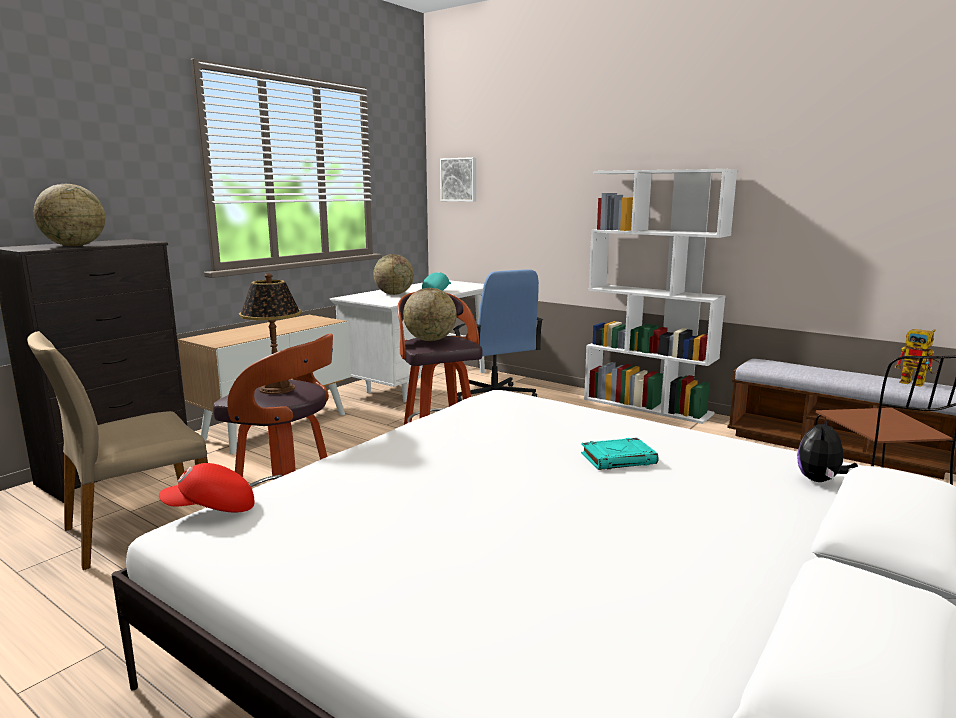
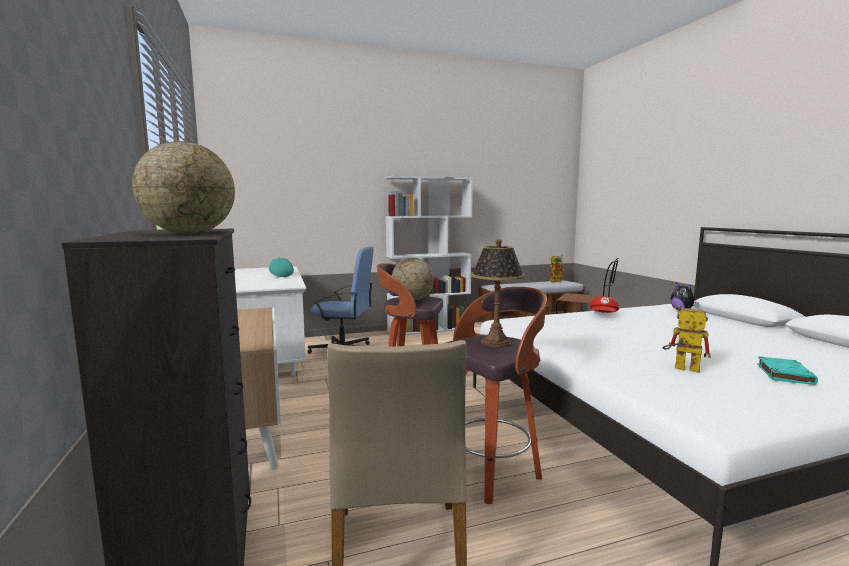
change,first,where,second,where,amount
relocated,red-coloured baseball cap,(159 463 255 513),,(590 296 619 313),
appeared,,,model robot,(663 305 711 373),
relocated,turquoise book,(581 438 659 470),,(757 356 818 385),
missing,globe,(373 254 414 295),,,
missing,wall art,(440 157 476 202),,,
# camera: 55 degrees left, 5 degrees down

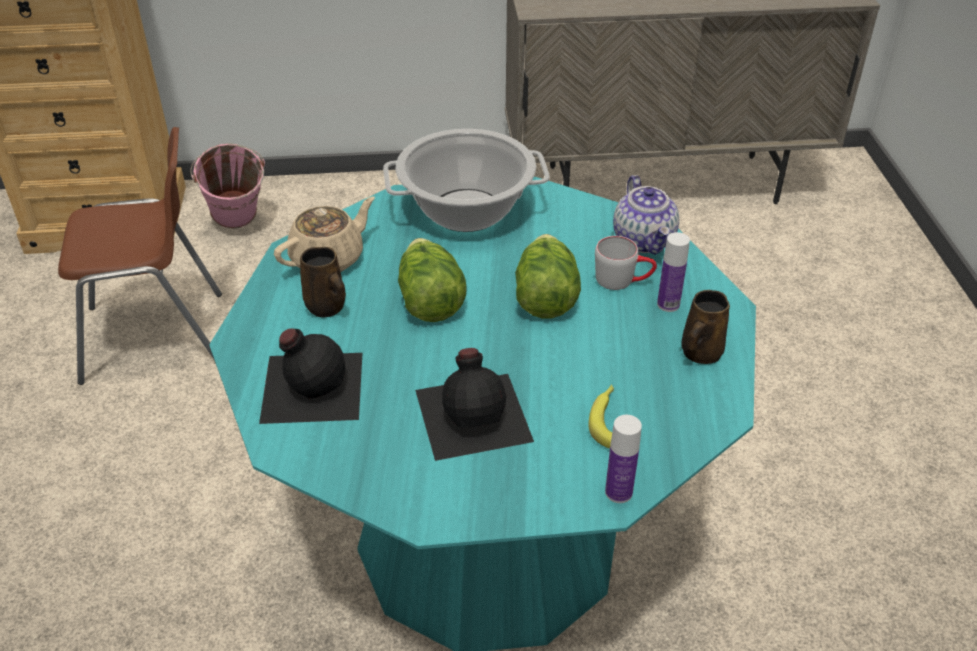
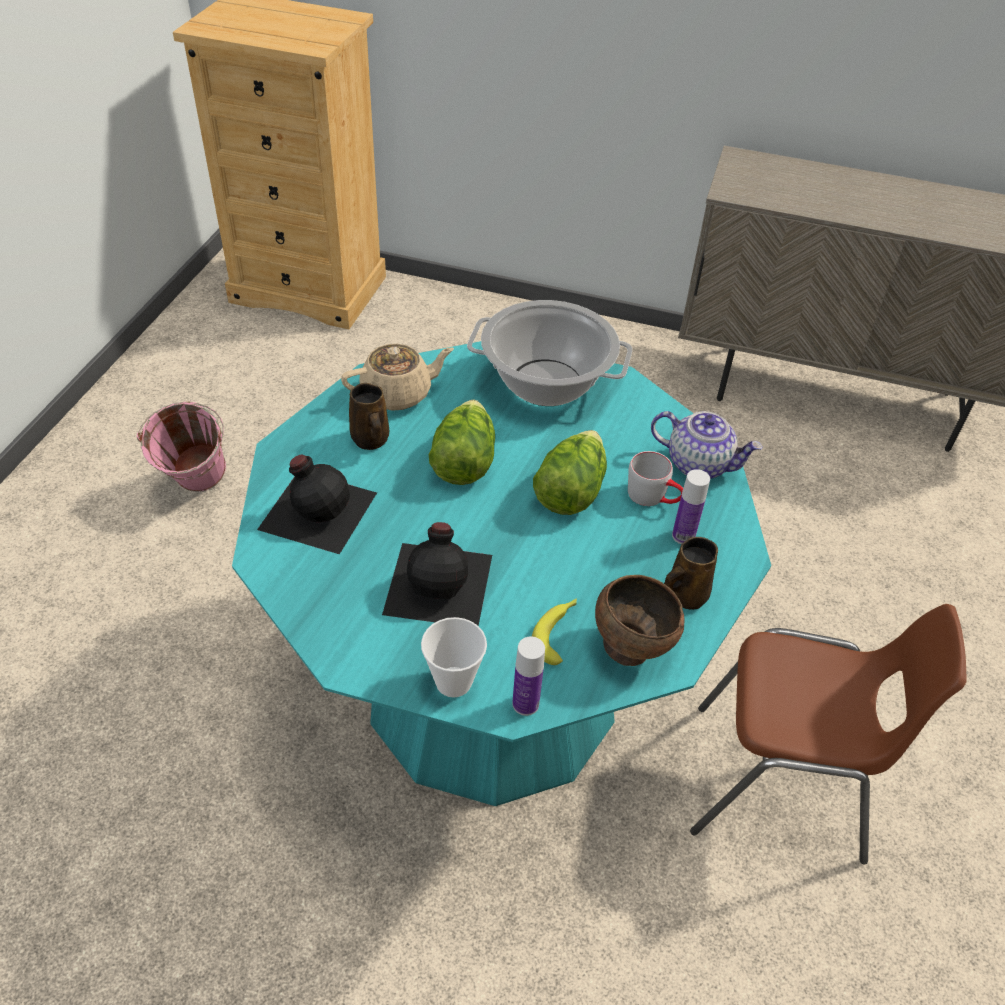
change,first,where,second,where,amount
relocated,pinkish bucket,(190 143 265 229),,(137 402 226 492),
appeared,,,drinking cup,(421 617 487 697),
appeared,,,brownish serving bowl,(595 575 685 666),
spun,pot for tea,(613 175 679 255),,(651 411 763 479),75 degrees counterclockwise
relocated,brownish chair,(58 127 222 385),,(690 604 967 865),
# camera: 20 degrees right, 5 degrees up

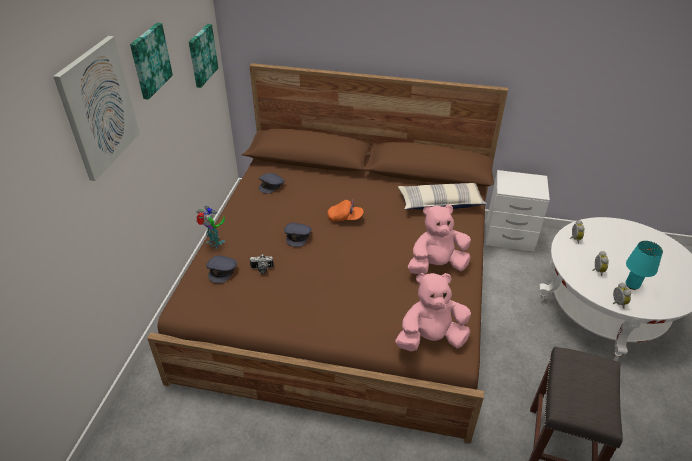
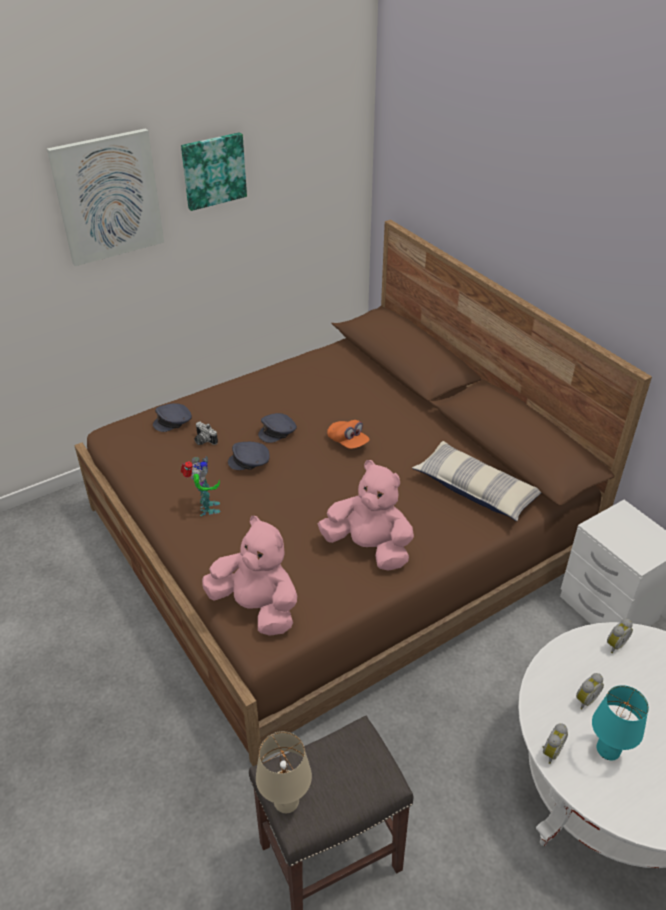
change,first,where,second,where,amount
relocated,model robot,(196 206 225 249),,(181 456 220 516),
relocated,greyish baseball cap,(258 173 285 194),,(228 442 270 470),
appeared,,,beige-coloured table lamp,(256 731 312 813),
missing,wall art,(189 24 218 88),,,
# camera: 45 degrees right, 0 degrees up

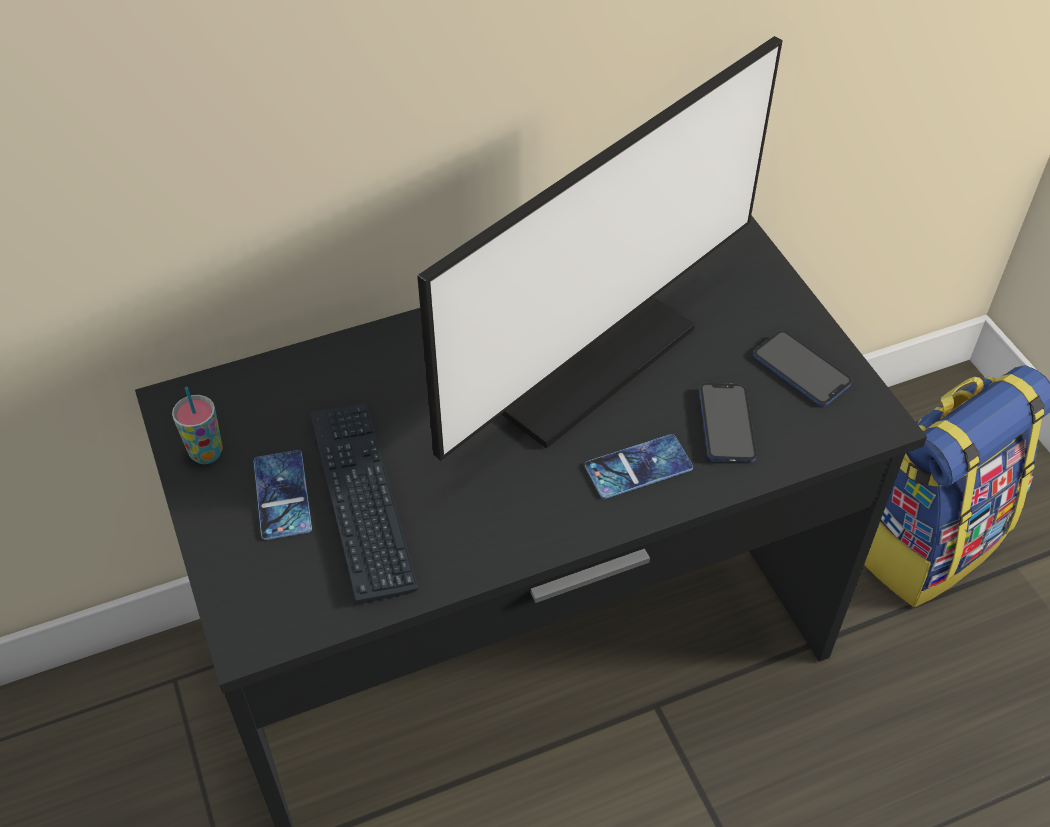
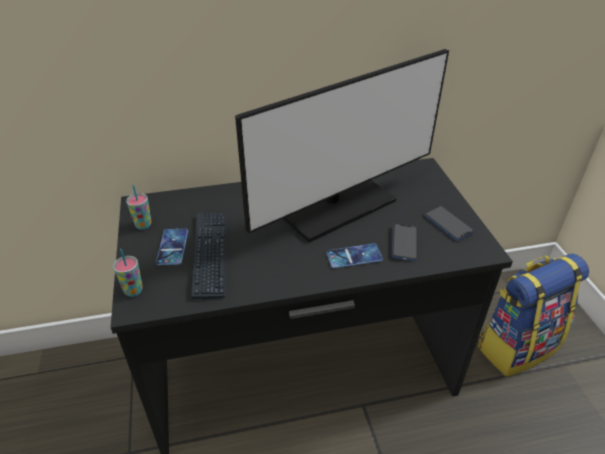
change,first,where,second,where,amount
appeared,,,drinking cup,(113 249 143 297),
# camera: 10 degrees right, 10 degrees down

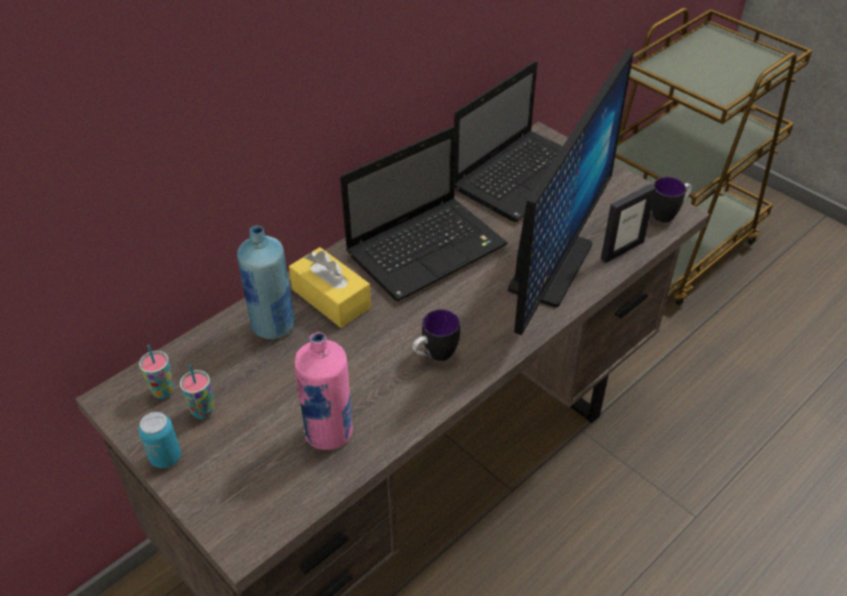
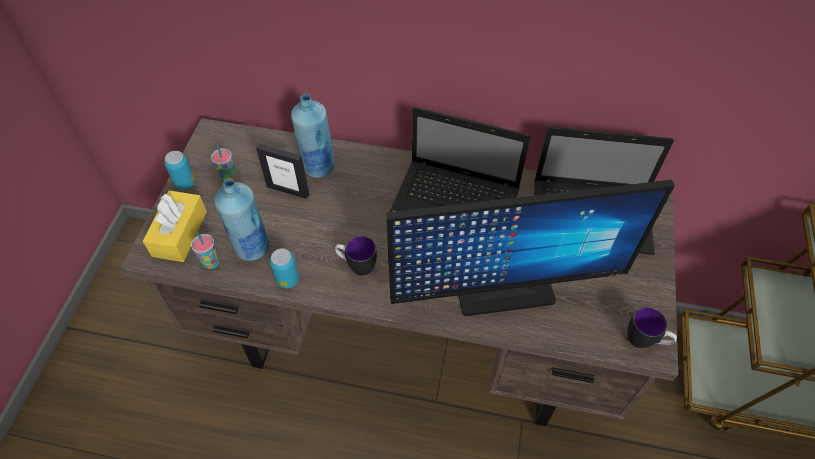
change,first,where,second,where,amount
relocated,yellow-coloured box of tissues,(289 247 371 328),,(143 190 207 262),
relocated,drinking cup,(139 345 175 399),,(191 232 220 269),
colour,pinkish bottle,(295 332 353 450),blue bottle,(214 178 269 261),
relocated,picture frame,(601 184 656 263),,(256 144 309 199),
appeared,,,metal can,(270 248 299 288),
# camera: 55 degrees right, 10 degrees up

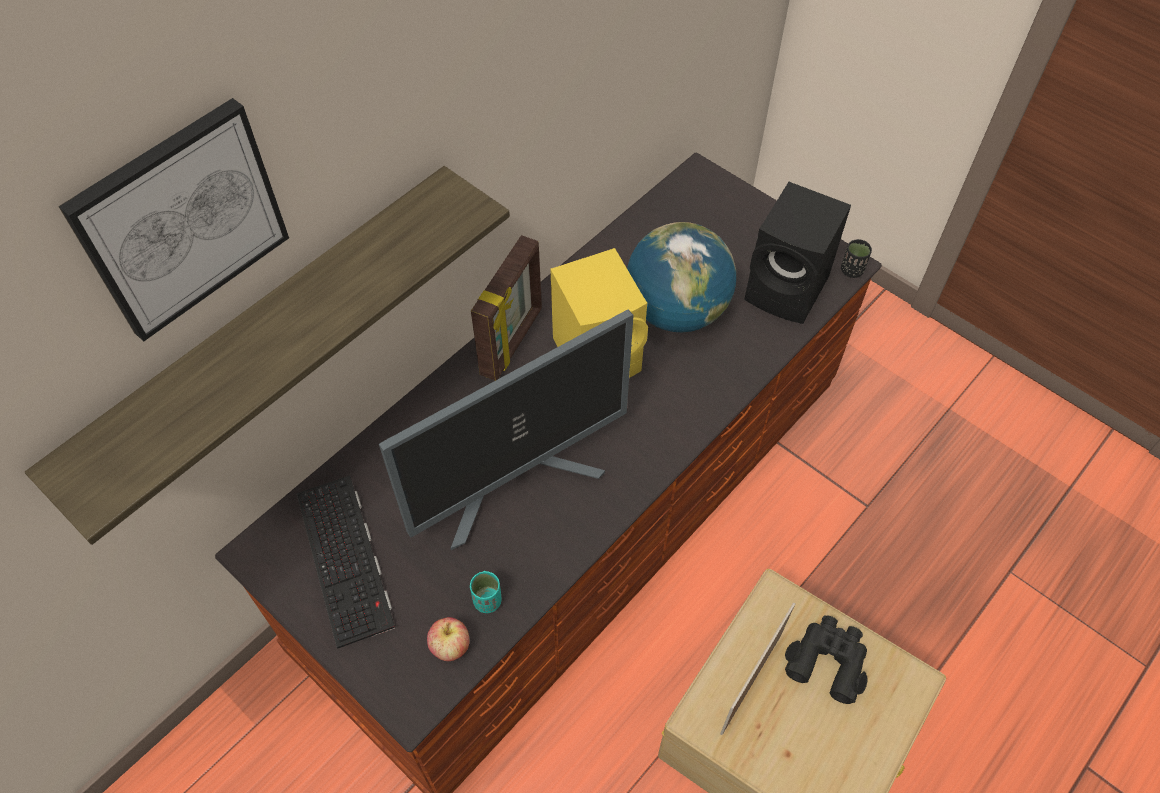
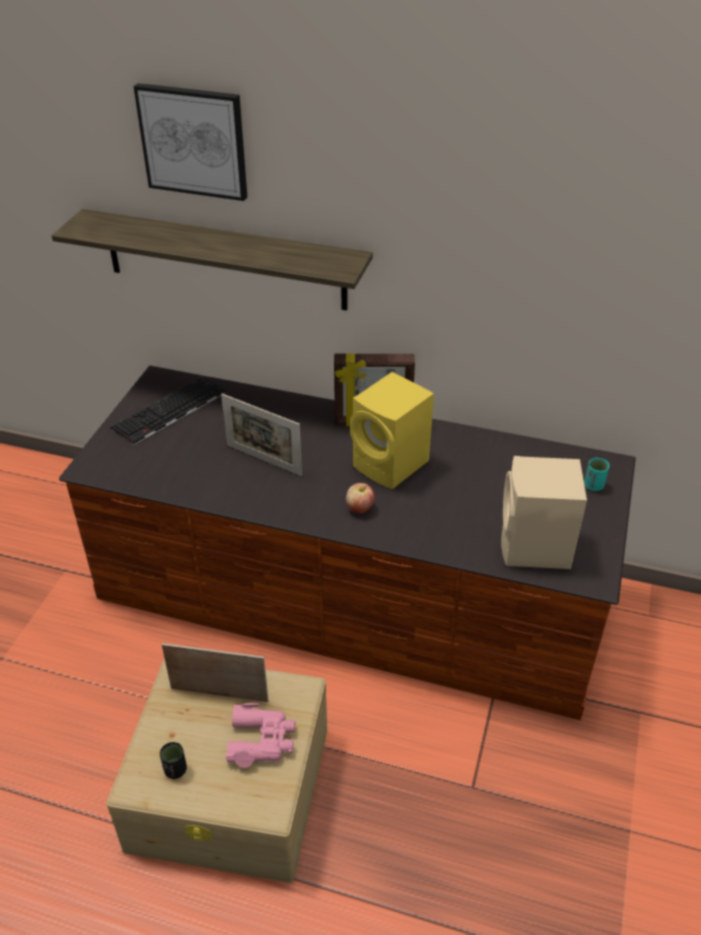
change,first,where,second,where,amount
relocated,black-coloured drinking cup,(841 239 872 278),,(160 742 187 779),
exchanged,monitor,(379 309 634 550),picture frame,(221 394 302 476),
colour,black-coloured field glasses,(785 615 867 704),pinkish field glasses,(226 703 295 768),
relocated,whole apple,(427 617 469 661),,(346 483 375 514),
colour,black-coloured audio speaker,(744 182 851 324),beige-coloured audio speaker,(501 456 587 569),
relocated,turquoise drinking cup,(470 571 502 613),,(584 458 609 491),
missing,globe,(627 222 736 332),,,
# camera: 65 degrees right, 15 degrees down

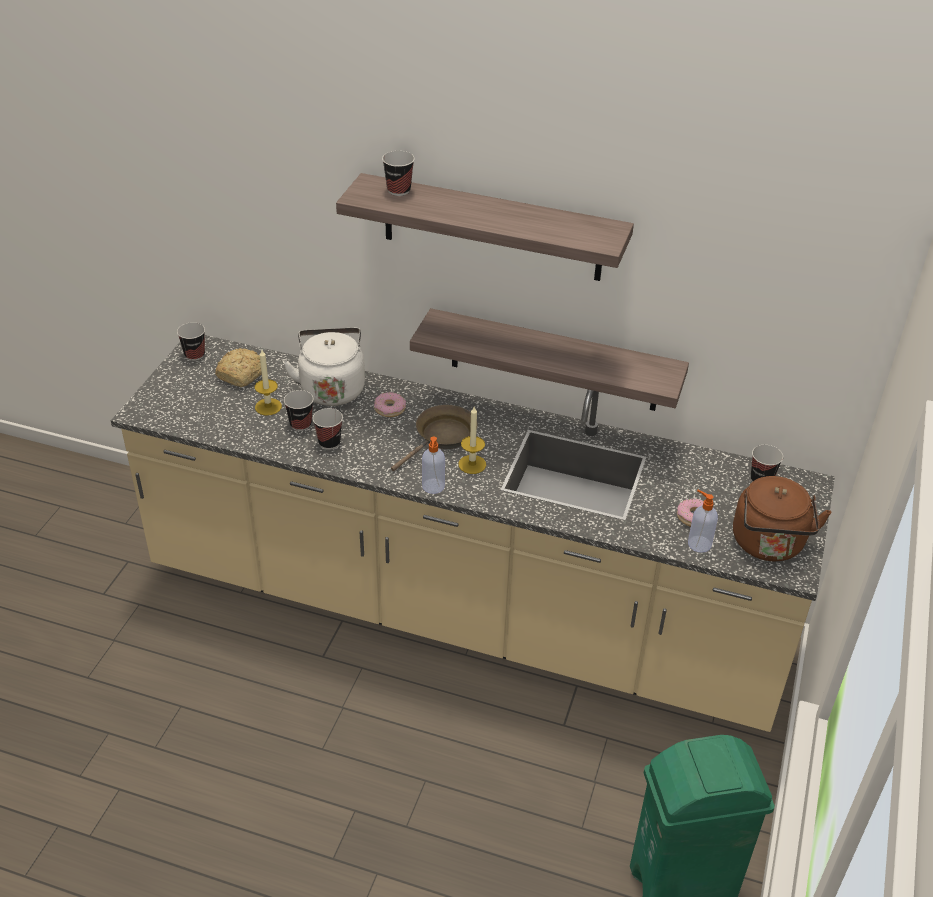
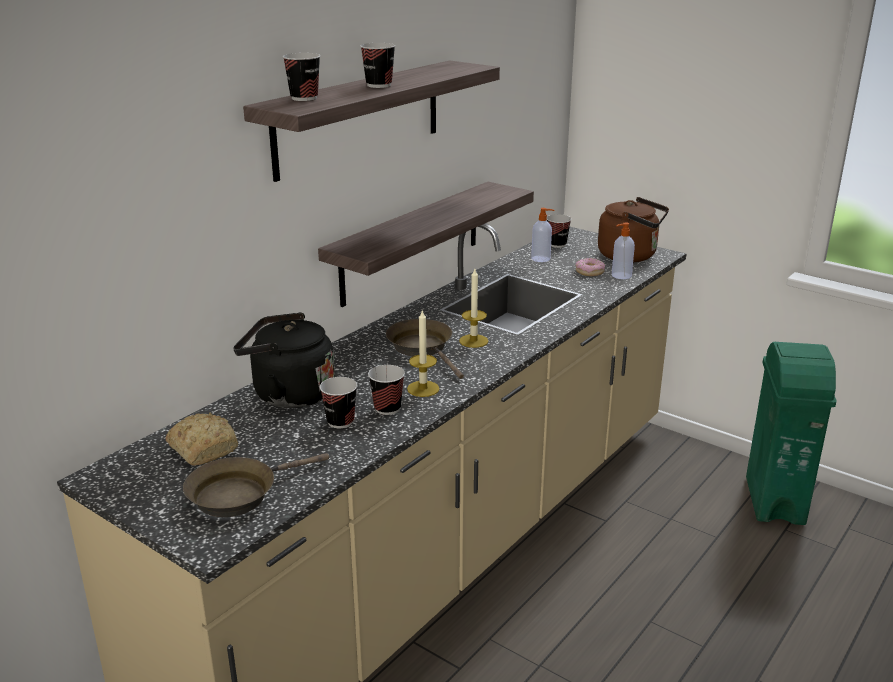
change,first,where,second,where,amount
appeared,,,brownish frying pan,(183 453 329 517),
colour,whitish kettle,(283 328 365 406),black-coloured kettle,(233 312 335 408),
relocated,drinking cup,(177 322 205 361),,(360 43 395 88),
relocated,wax light,(255 350 282 416),,(407 309 439 397),
relocated,soap dispenser,(422 437 445 494),,(531 208 554 262),
missing,ring doughnut,(374 392 406 417),,,
# camera: 70 degrees left, 15 degrees down

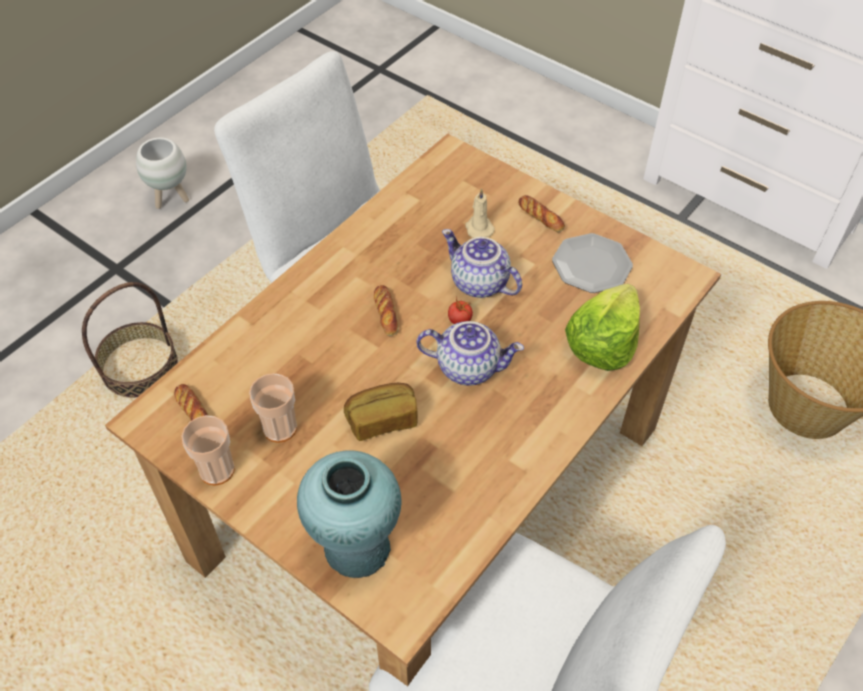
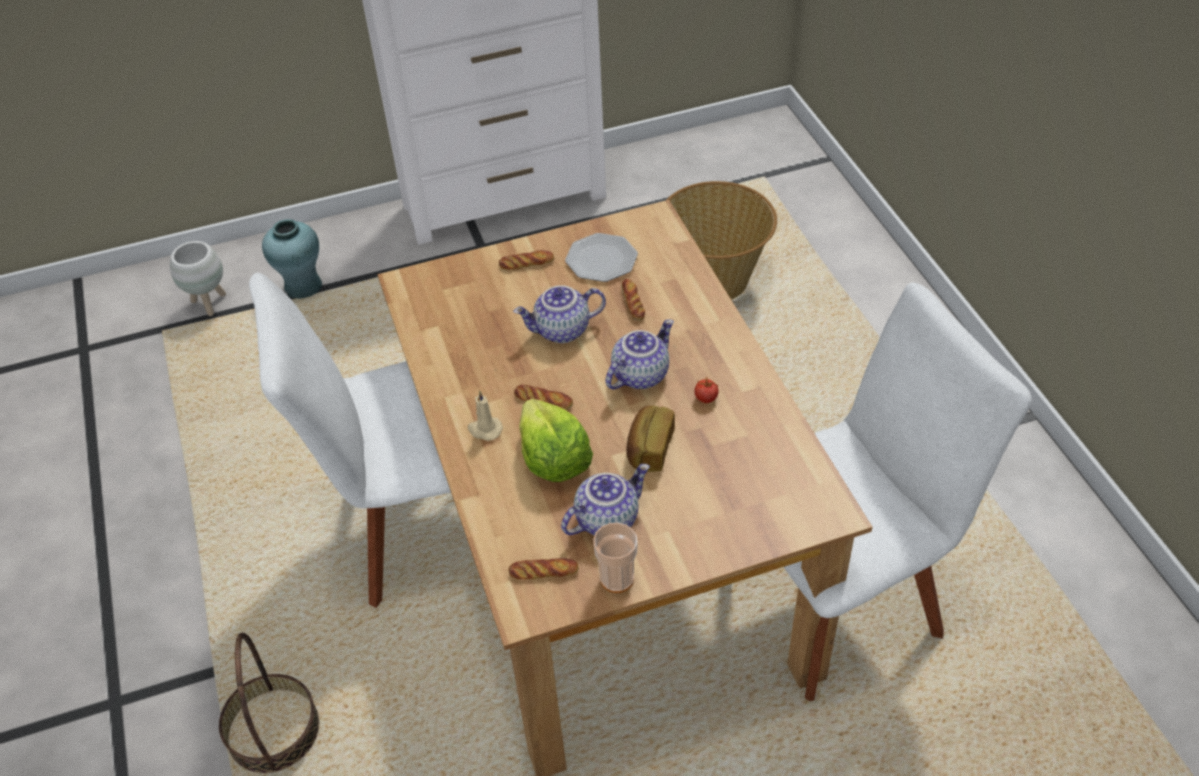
change,first,where,second,where,amount
relocated,whitish plant pot,(136 137 189 209),,(170 241 226 316),
relocated,turquoise vase,(297 450 401 578),,(262 219 322 299),
relocated,beige-coloured wax light,(466 188 495 238),,(468 391 503 441),
relocated,lettuce,(565 284 640 371),,(519 399 593 482),
exchanged,drinking cup,(249 373 297 443),pot for tea,(561 464 650 536),
appeared,,,bakery bread,(621 279 645 321),
relocated,fresh tomato,(448 296 473 324),,(694 377 719 403),
# camera: 55 degrees left, 5 degrees down

